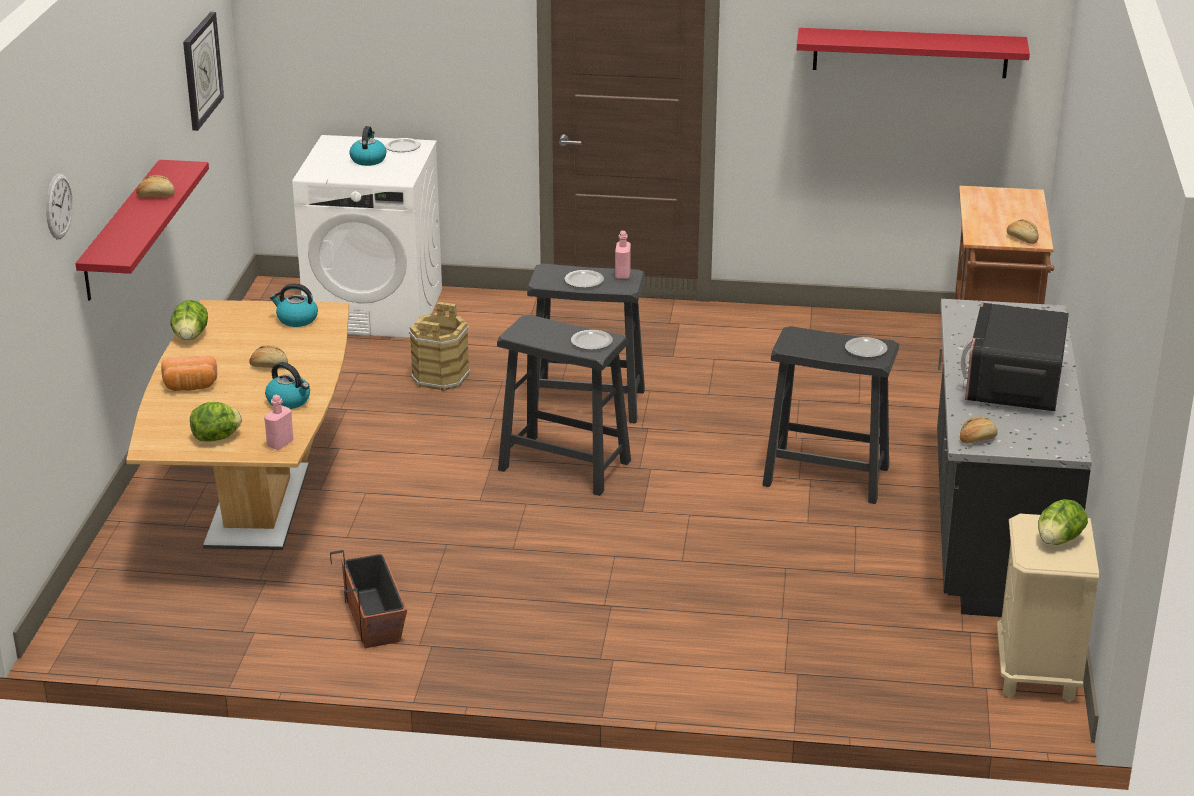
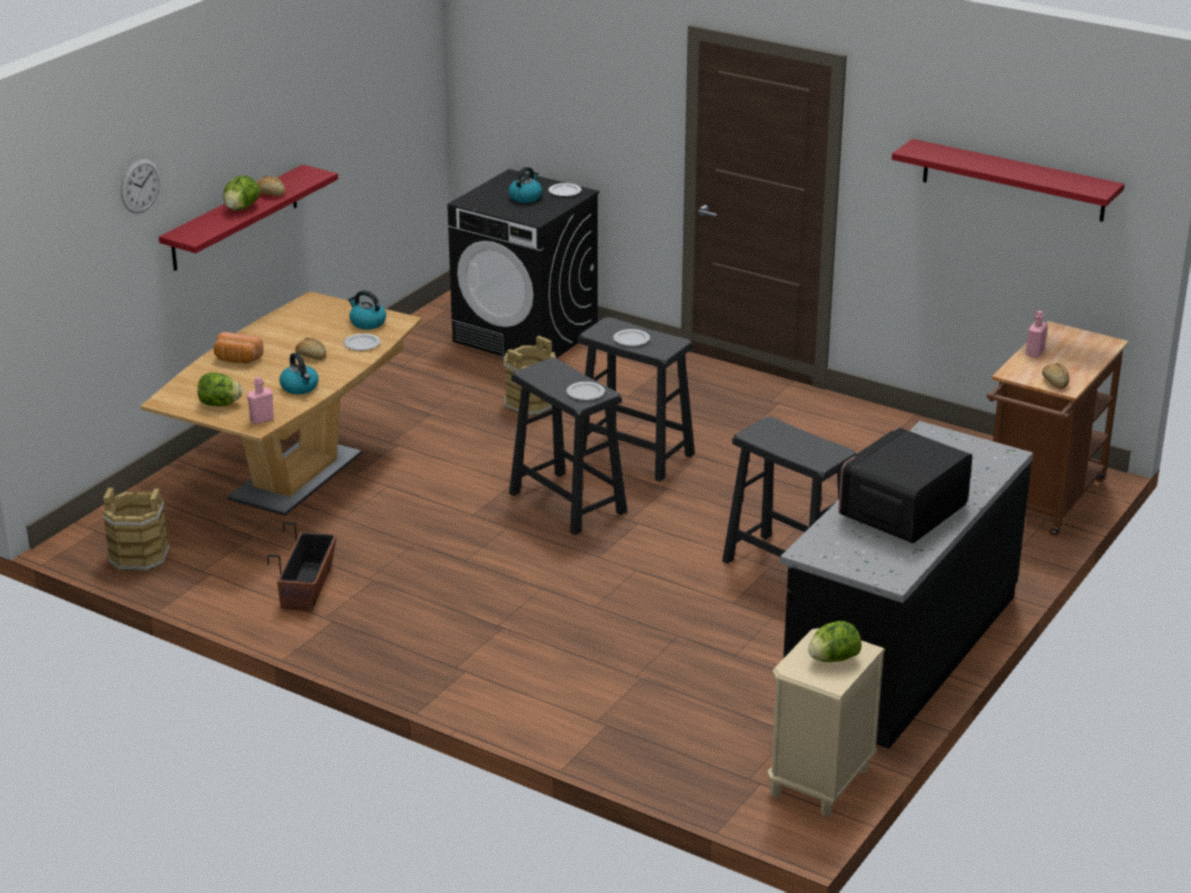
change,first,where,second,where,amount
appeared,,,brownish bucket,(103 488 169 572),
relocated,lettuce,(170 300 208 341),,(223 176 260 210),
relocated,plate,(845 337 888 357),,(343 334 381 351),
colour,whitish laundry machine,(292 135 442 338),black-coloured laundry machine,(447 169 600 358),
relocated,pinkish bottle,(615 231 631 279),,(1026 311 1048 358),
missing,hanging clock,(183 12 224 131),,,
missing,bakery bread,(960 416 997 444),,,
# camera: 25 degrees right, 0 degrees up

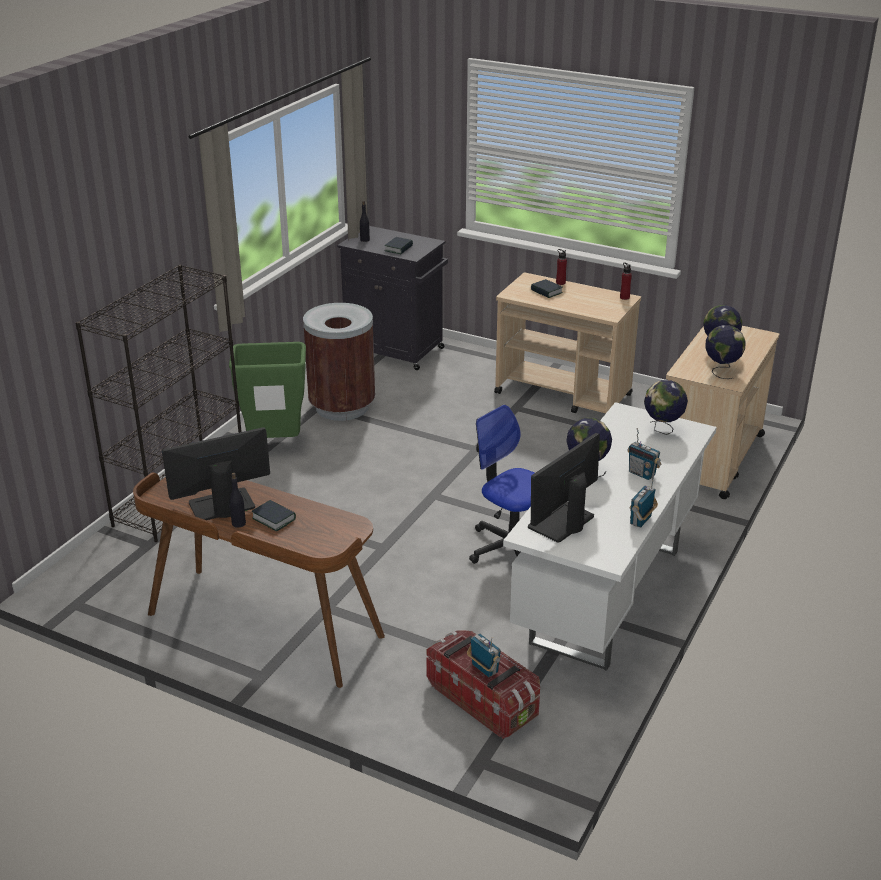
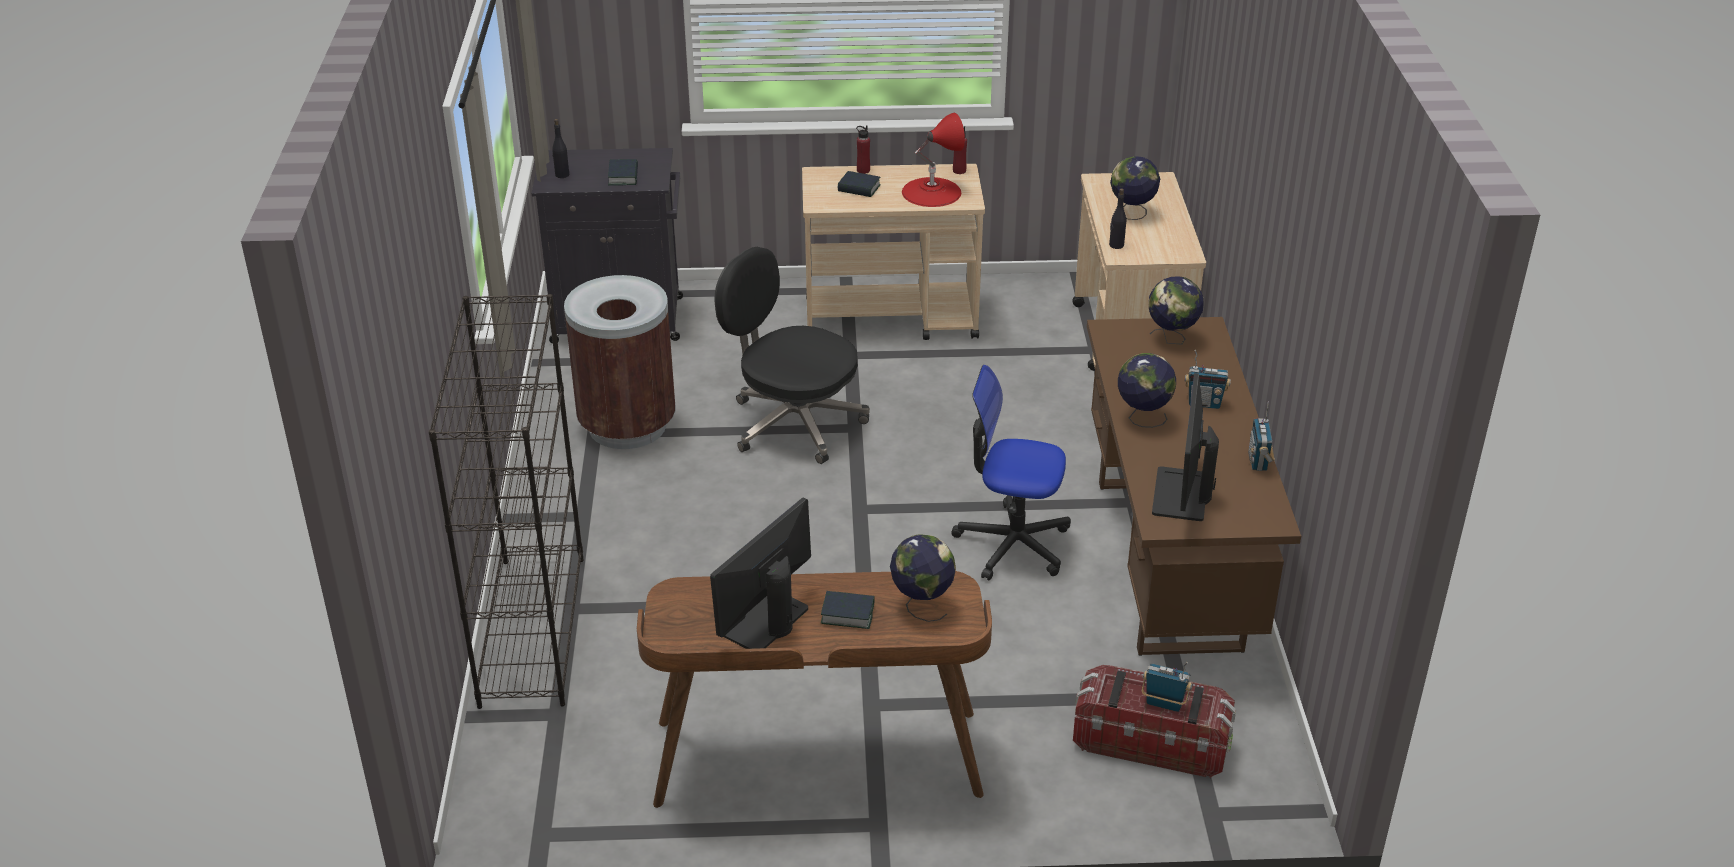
change,first,where,second,where,amount
appeared,,,black-coloured office chair,(714 247 870 464),
relocated,globe,(705 325 746 379),,(890 534 956 622),
appeared,,,red-coloured table lamp,(902 113 965 207),
colour,whitish desk unit,(503 402 717 671),brownish desk unit,(1087 317 1301 656),
relocated,black-coloured bottle,(229 473 246 528),,(1109 188 1126 249),
missing,greenish waste bin,(229 342 306 438),,,
# camera: 30 degrees left, 5 degrees up

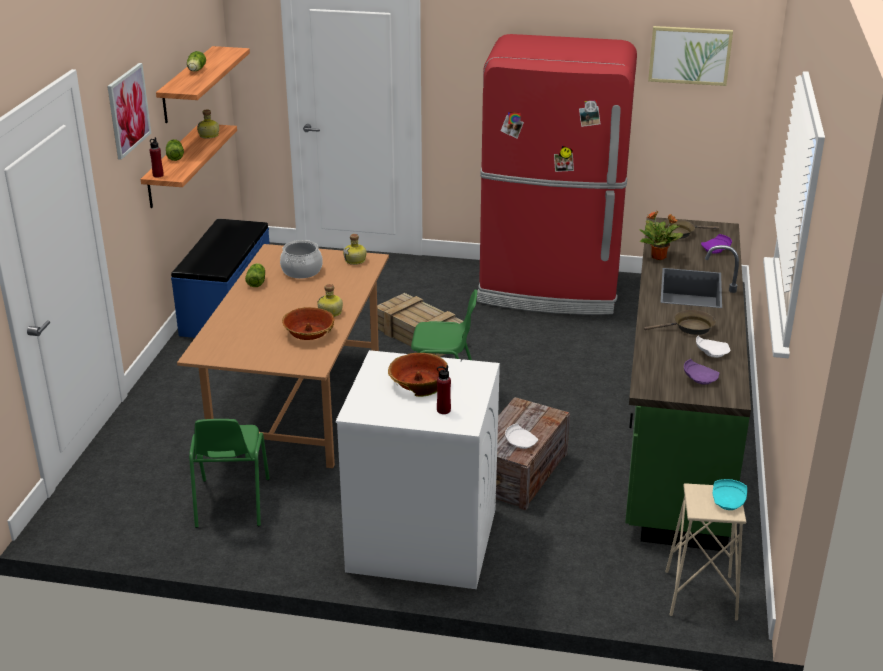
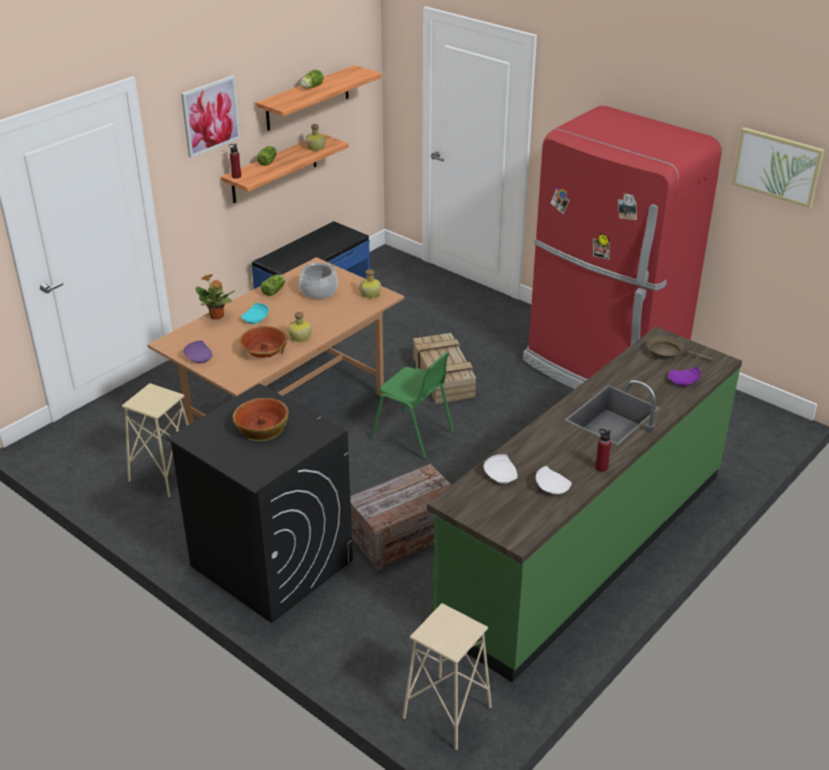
change,first,where,second,where,amount
exchanged,greenish chair,(189 419 270 528),beige-coloured sitting stool,(122 383 189 497),
colour,whitish laundry machine,(336 350 500 589),black-coloured laundry machine,(167 383 353 623),
relocated,purple-coloured plate,(684 359 720 384),,(183 341 213 363),
relocated,plant in a pot,(640 211 683 260),,(195 274 235 320),
relocated,turquoise plate,(713 479 747 510),,(241 303 269 324),
relocated,whitish plate,(505 423 538 449),,(484 454 518 484),
relocated,red-coloured bottle,(437 365 451 414),,(595 429 611 472),
missing,brownish frying pan,(644 310 716 335),,,
# camera: 30 degrees right, 5 degrees up

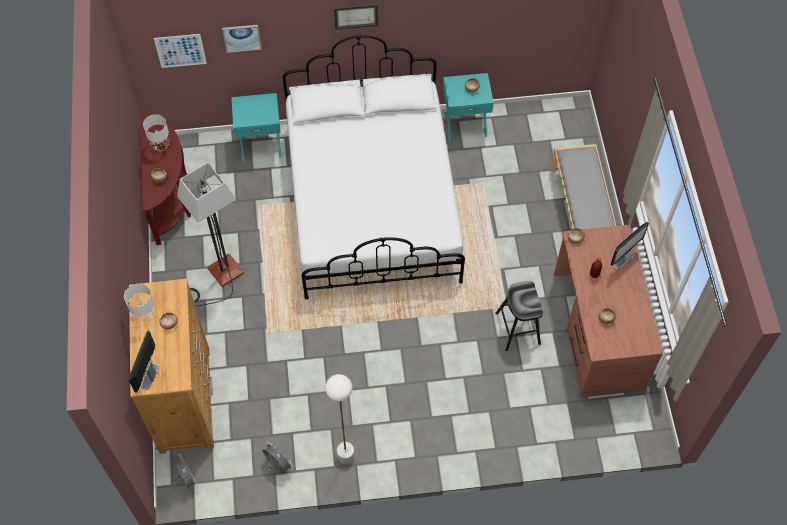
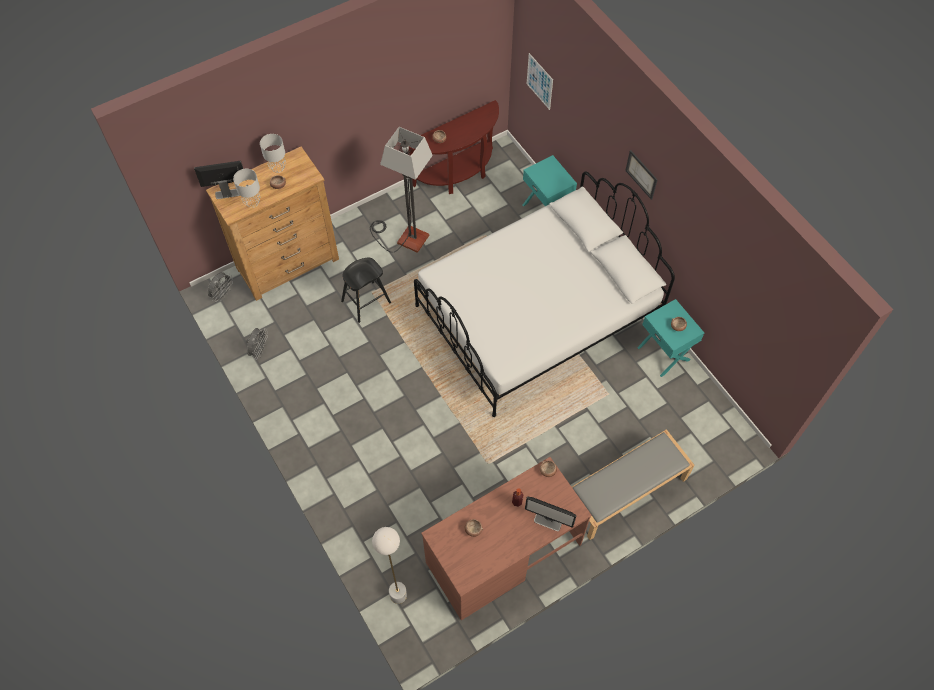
change,first,where,second,where,amount
relocated,greyish table lamp,(143 114 169 151),,(233 169 261 208),
relocated,black-coloured sitting stool,(495 281 543 351),,(341 258 391 323),
relocated,whitish standard lamp,(326 374 355 464),,(372 527 407 604),
missing,wall art,(222 25 261 53),,,
# camera: 65 degrees right, 0 degrees up

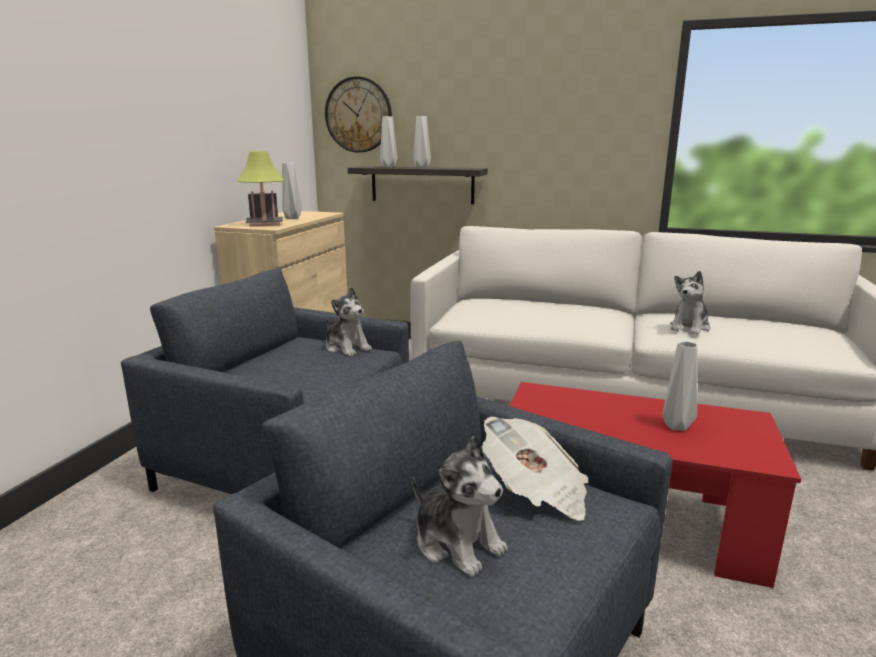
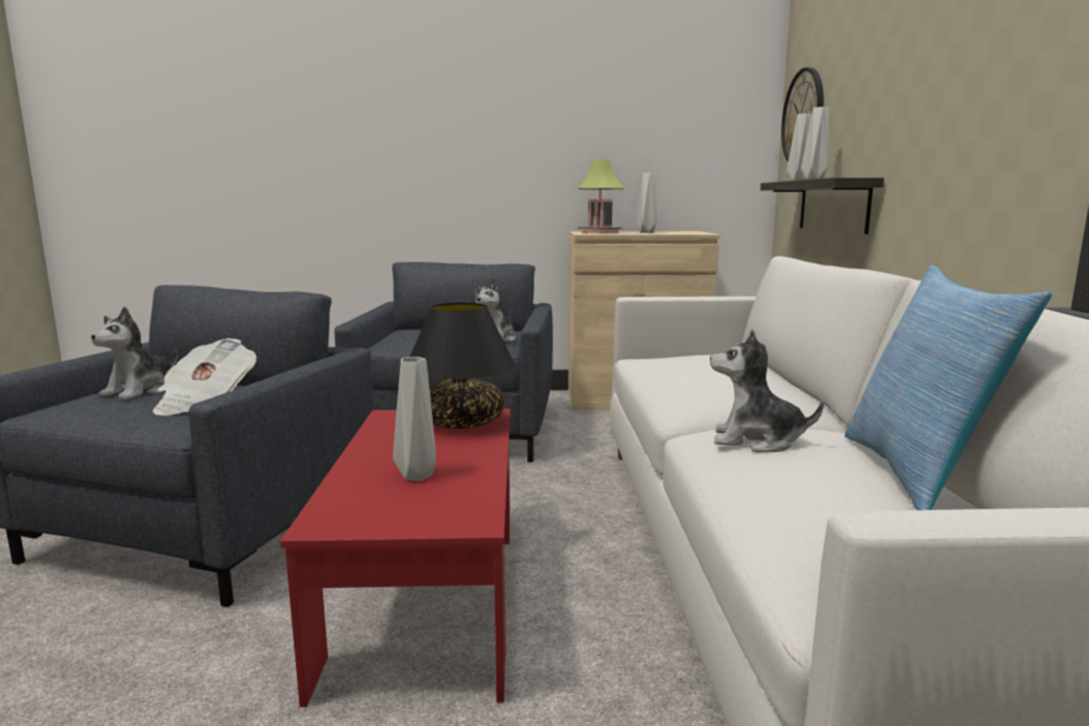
change,first,where,second,where,amount
appeared,,,black-coloured table lamp,(410 303 515 429),
appeared,,,cushion,(845 265 1052 510),
# camera: 70 degrees right, 5 degrees down

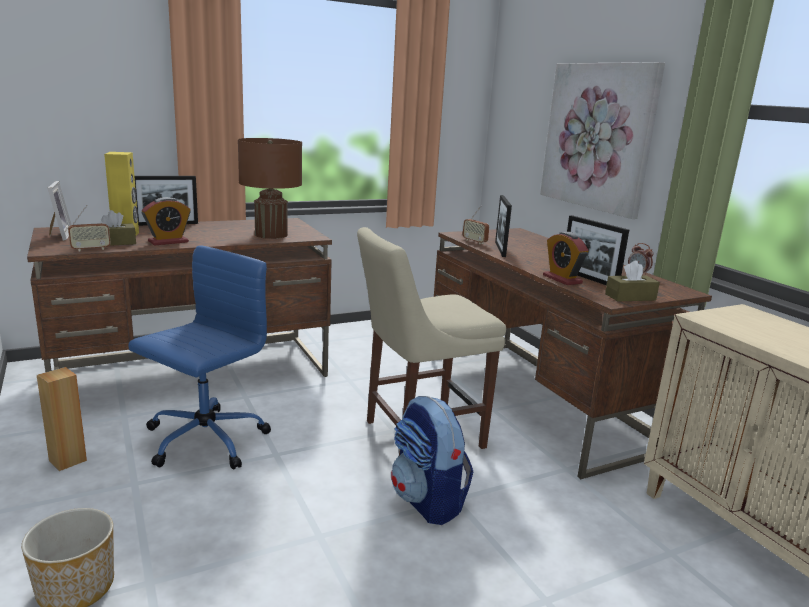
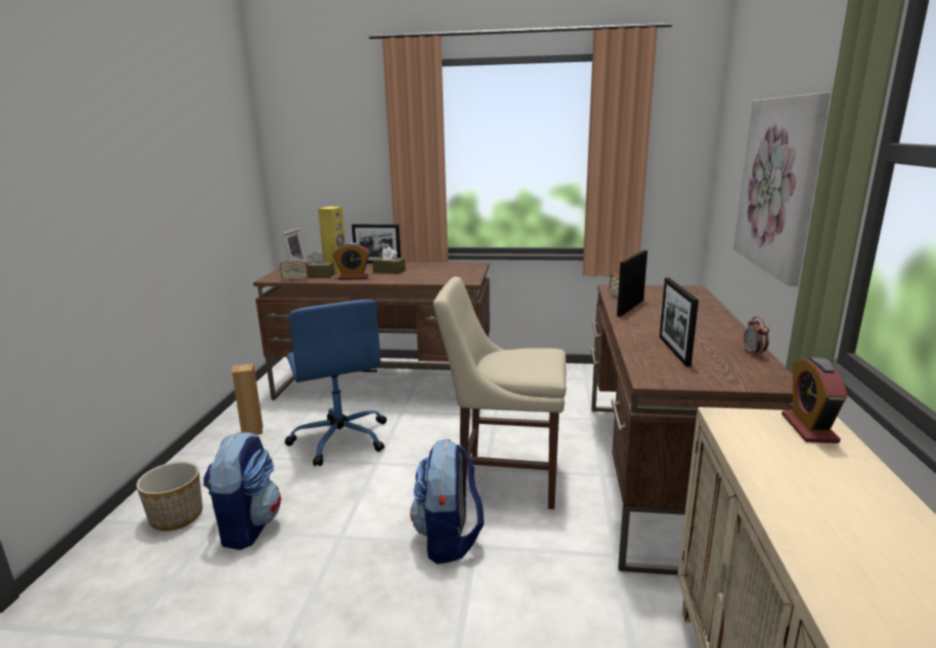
change,first,where,second,where,amount
appeared,,,rucksack,(203 432 281 550),
spun,blue office chair,(128 245 271 470),,(285 299 387 466),90 degrees clockwise
relocated,brownish box of tissues,(605 260 660 301),,(372 247 406 274),
relocated,alarm clock,(543 232 589 285),,(782 357 848 443),
missing,brownish table lamp,(238 138 302 239),,,
# camera: 35 degrees right, 0 degrees up

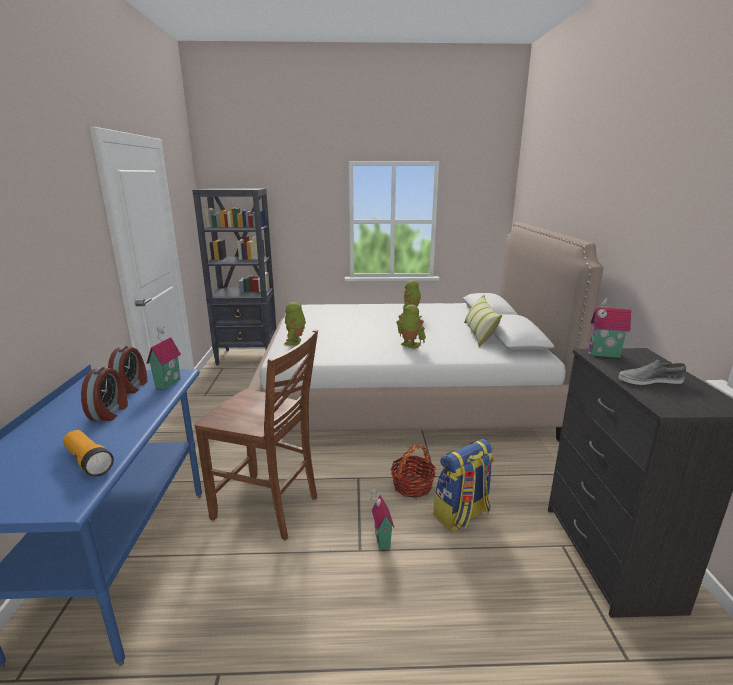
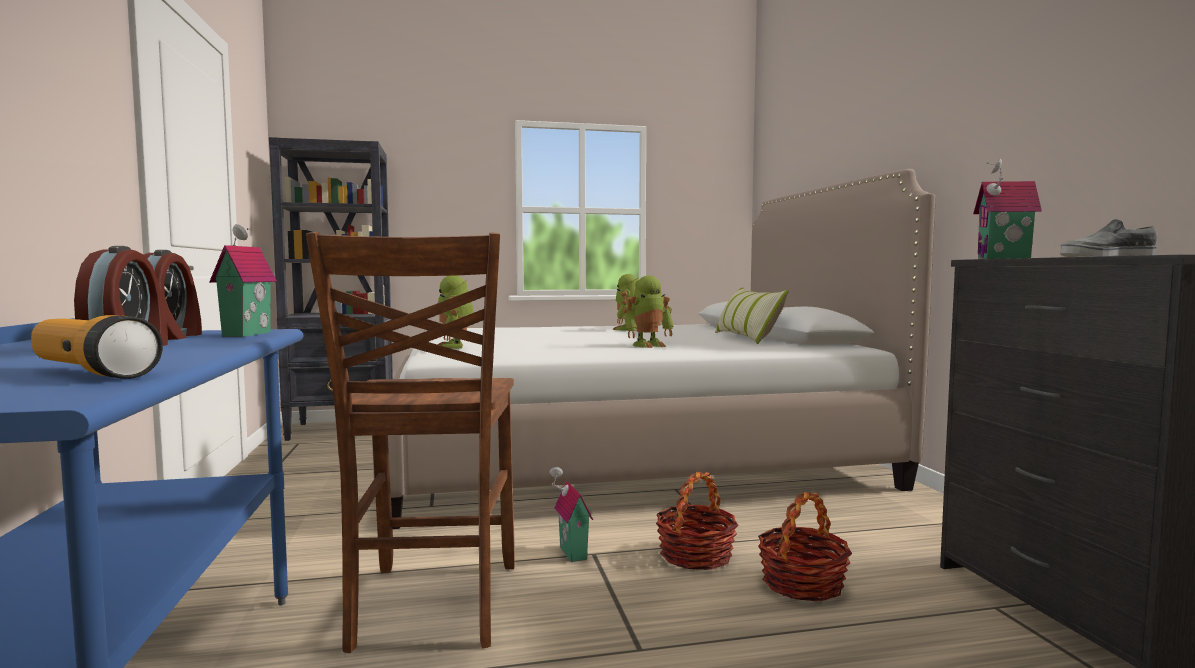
change,first,where,second,where,amount
spun,brownish chair,(194 329 318 540),,(306 232 515 653),75 degrees clockwise
relocated,model house,(368 487 395 550),,(549 467 593 562),
spun,model robot,(396 304 426 349),,(622 275 674 348),120 degrees clockwise
exchanged,rucksack,(433 439 494 531),storage basket,(758 492 852 601),
# camera: 10 degrees left, 15 degrees down

